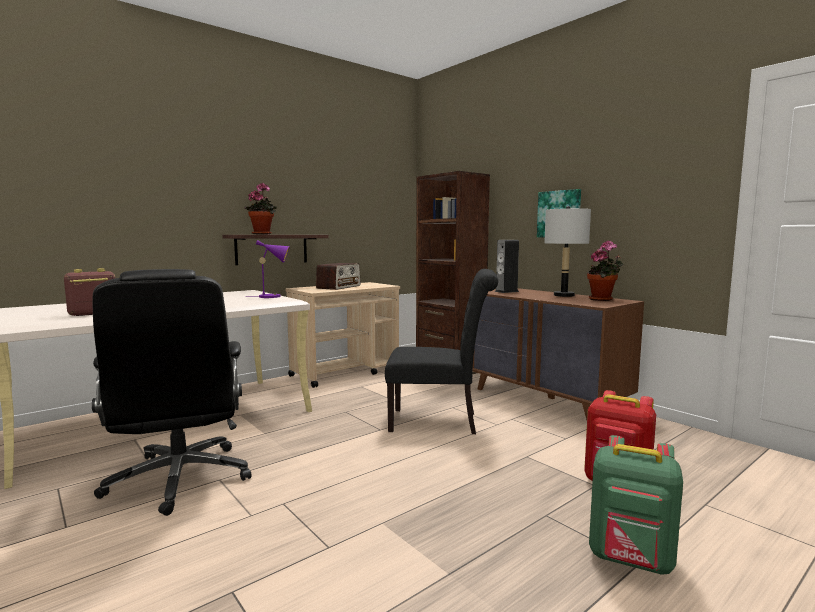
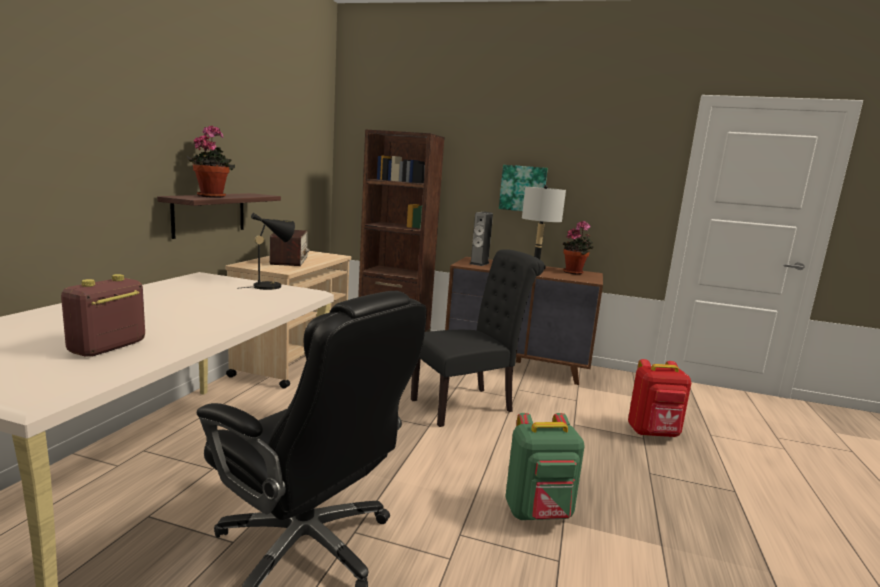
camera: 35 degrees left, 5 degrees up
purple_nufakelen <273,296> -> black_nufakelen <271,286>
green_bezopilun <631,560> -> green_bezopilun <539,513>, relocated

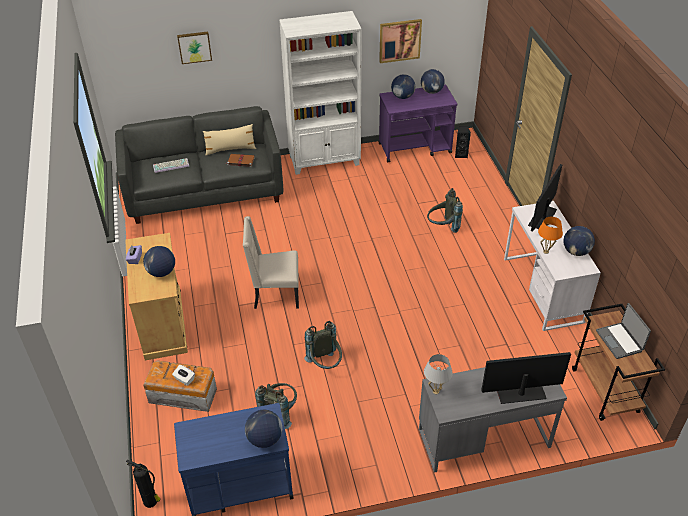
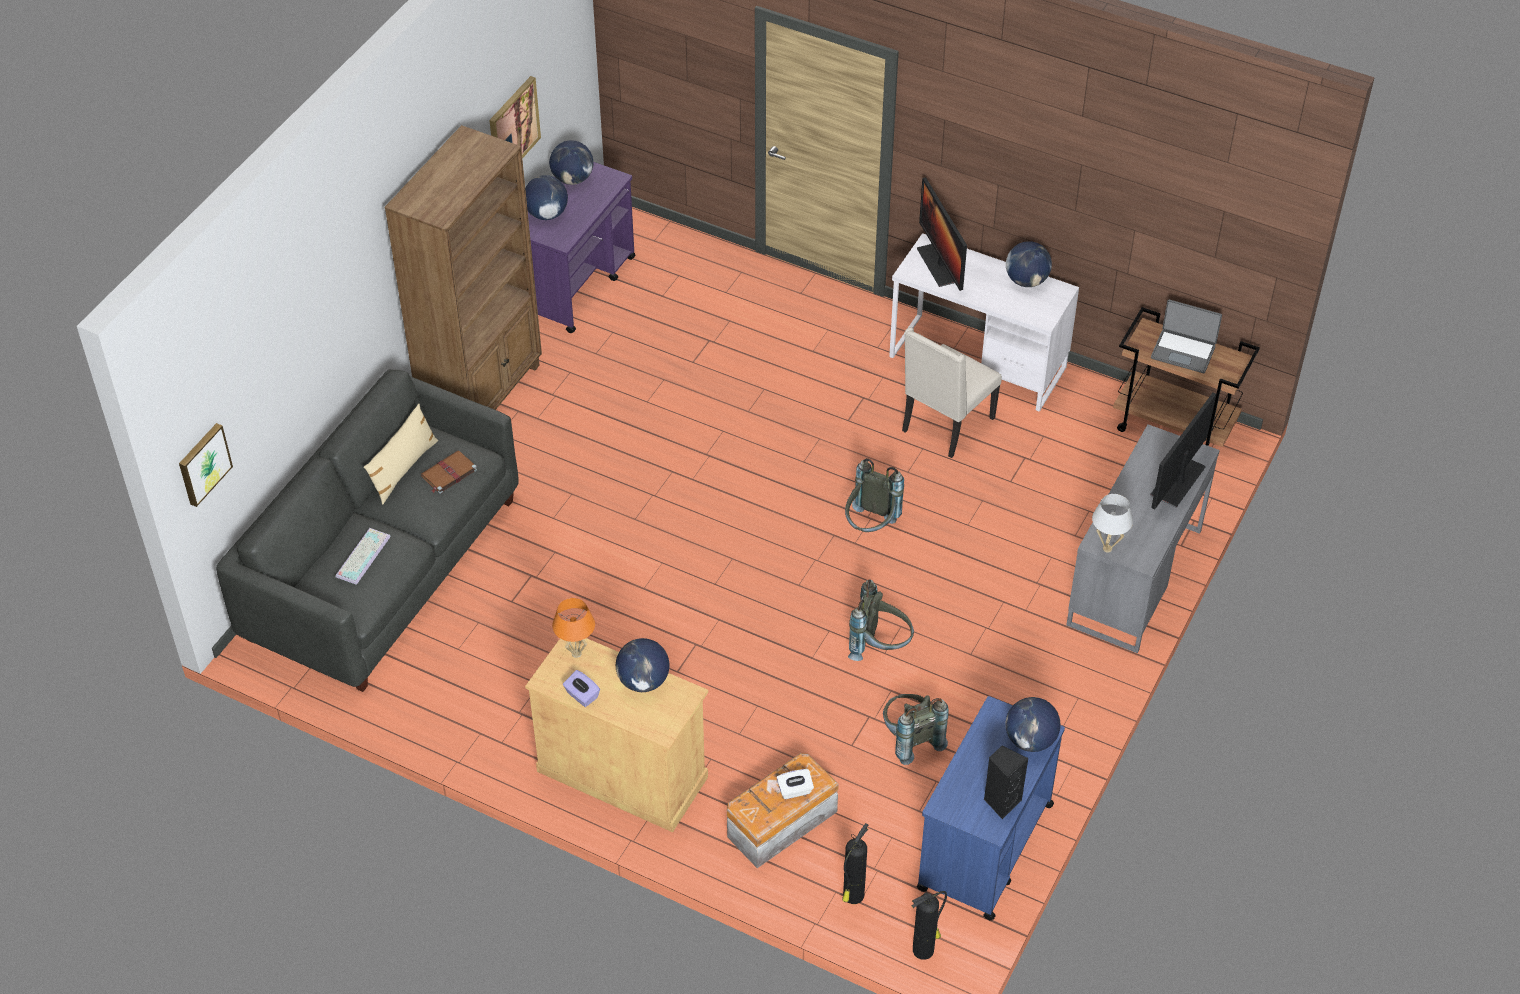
camera: 50 degrees left, 5 degrees up
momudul <194,47> -> momudul <203,463>, relocated
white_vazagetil <325,161> -> brown_vazagetil <483,394>
orange_nufakelen <546,252> -> orange_nufakelen <576,654>, relocated
none -> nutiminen <852,896>
grey_bezopilun <442,227> -> grey_bezopilun <870,527>, relocated
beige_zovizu <275,294> -> beige_zovizu <946,425>, relocated
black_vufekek <461,154> -> black_vufekek <1001,801>, relocated

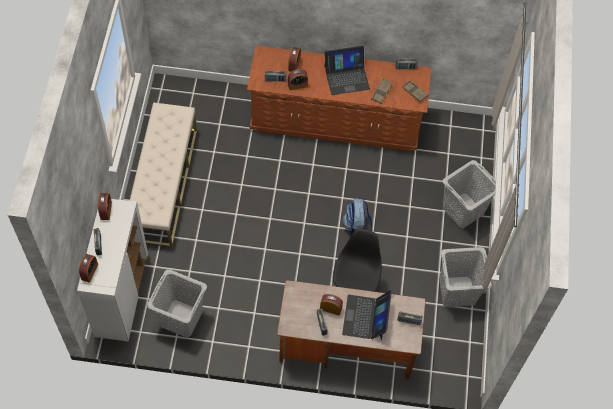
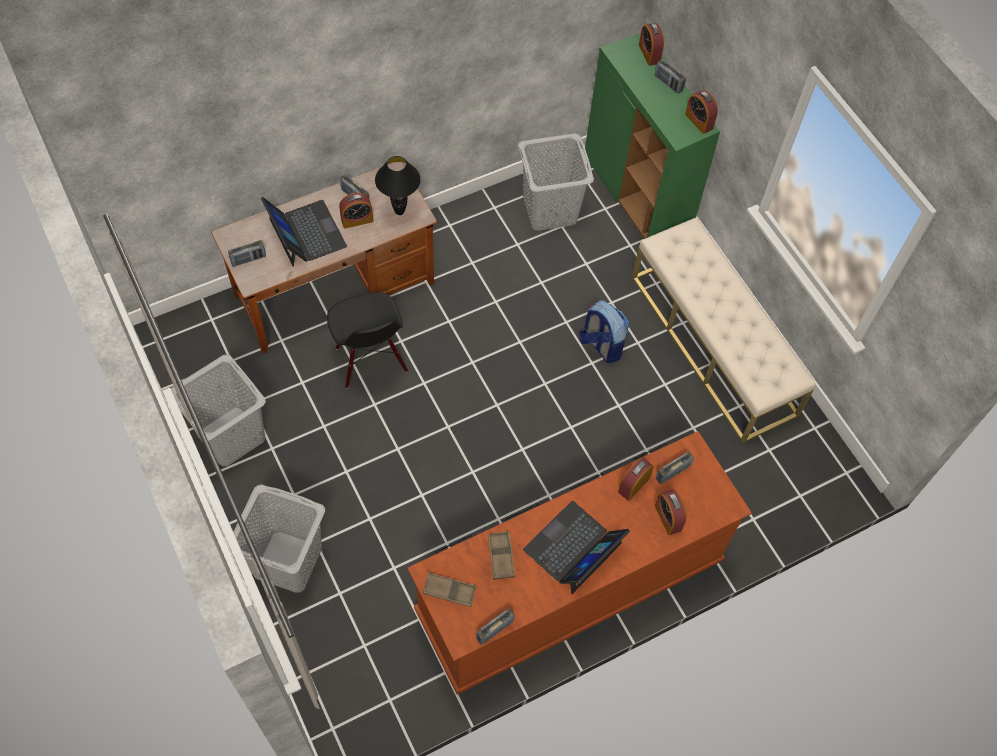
camera: 145 degrees right, 0 degrees up
none -> black_nufakelen <400,211>
bezopilun <356,227> -> bezopilun <601,345>, relocated
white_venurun <121,294> -> green_venurun <637,196>

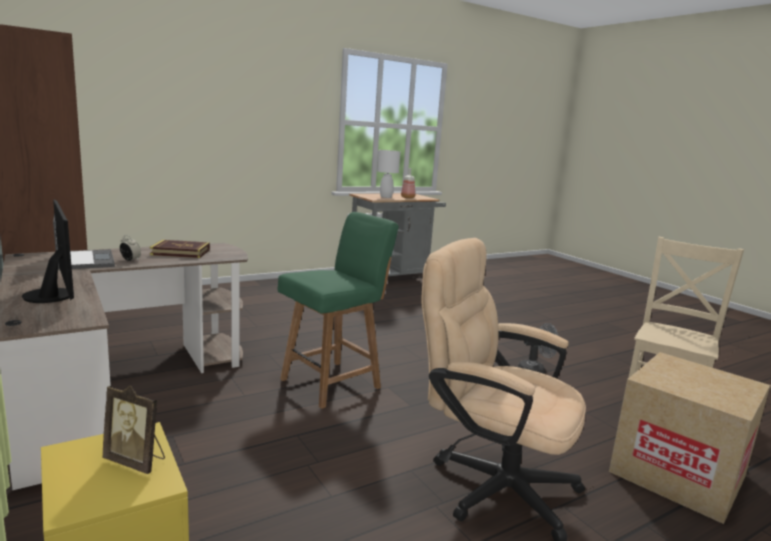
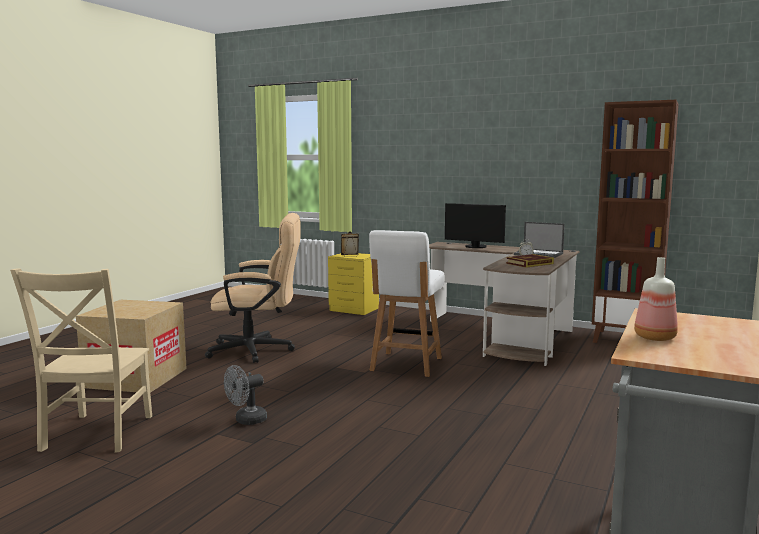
camera: 150 degrees right, 5 degrees down
green_zovizu <332,383> -> white_zovizu <405,365>
white_nufakelen <386,197> -> none

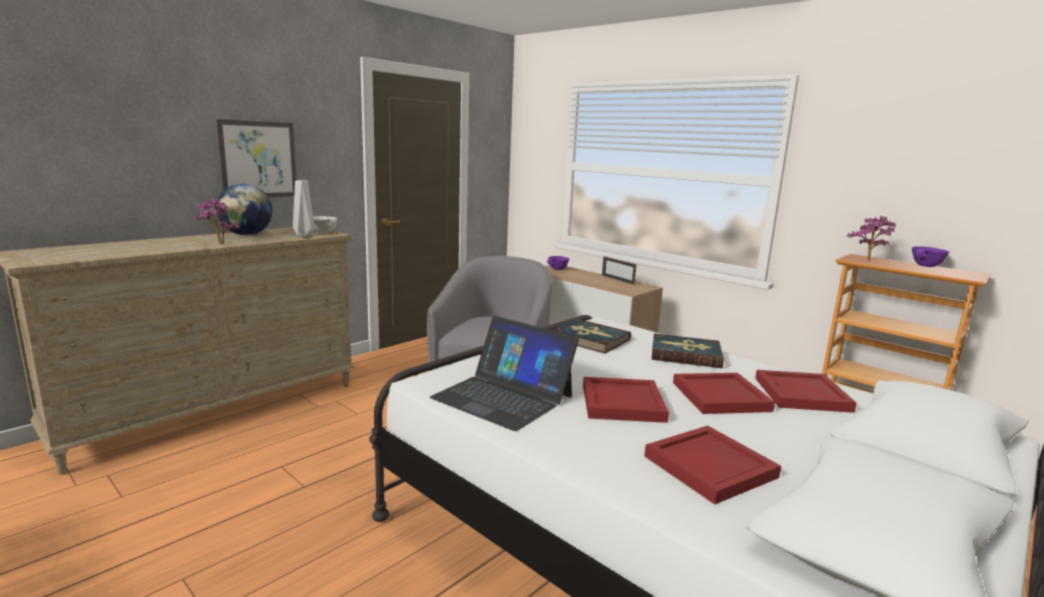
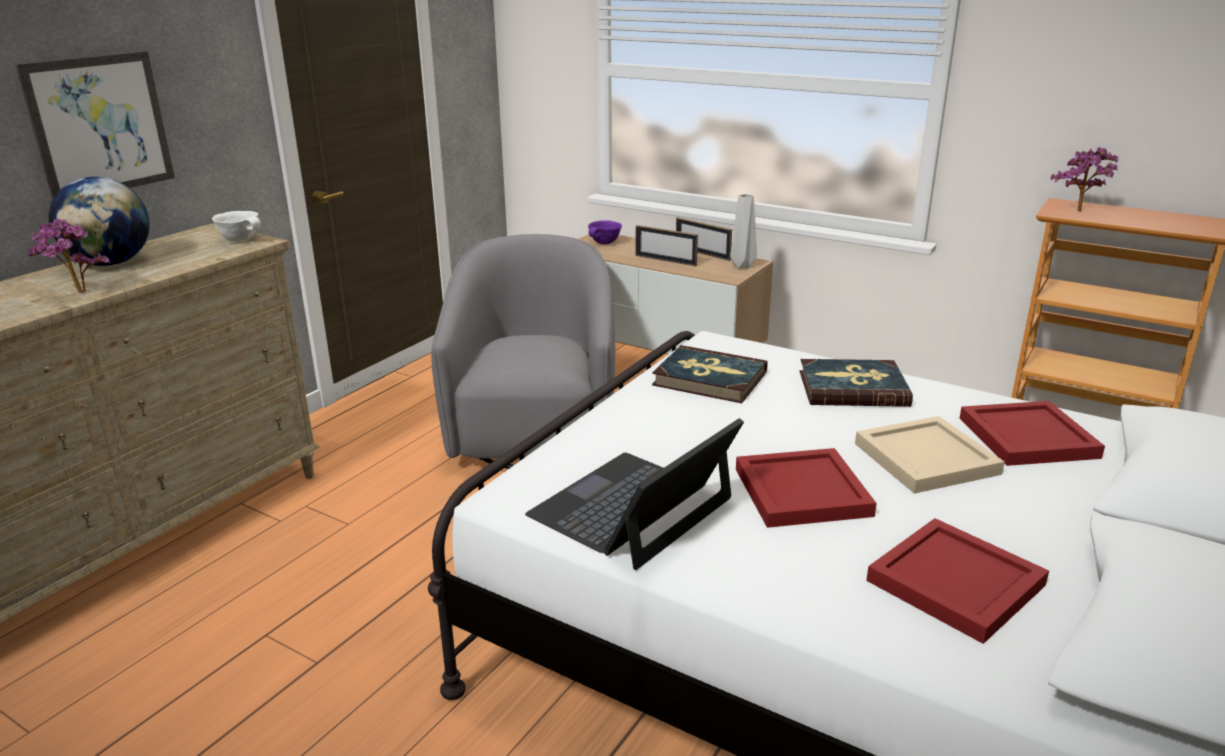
camera: 10 degrees left, 10 degrees up
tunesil <503,396> -> tunesil <633,508>, 105 degrees clockwise
none -> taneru <665,260>
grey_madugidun <303,236> -> grey_madugidun <741,266>, relocated
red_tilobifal <721,396> -> beige_tilobifal <926,457>
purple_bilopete <926,266> -> none

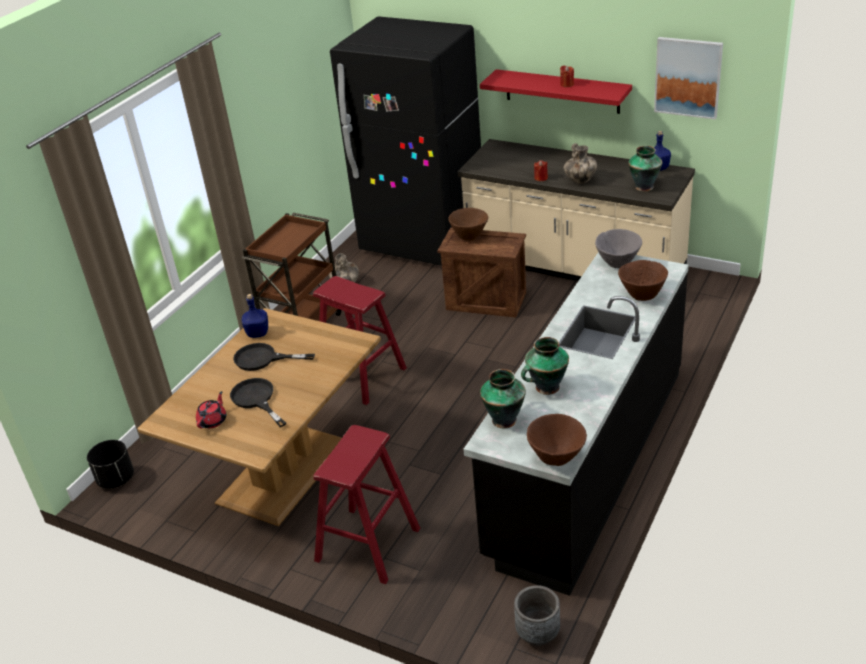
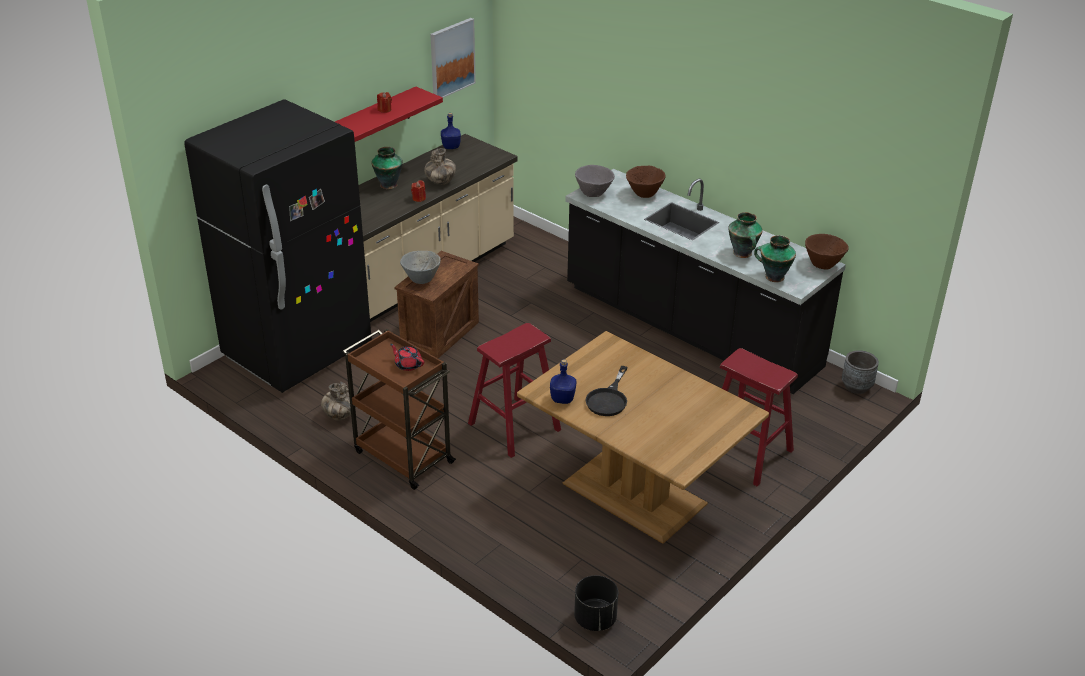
camera: 80 degrees left, 0 degrees up
madugidun <644,186> -> madugidun <388,184>, relocated
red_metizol <213,420> -> red_metizol <408,364>, relocated
brown_bilopete <469,236> -> grey_bilopete <421,279>
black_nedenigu <256,399> -> none

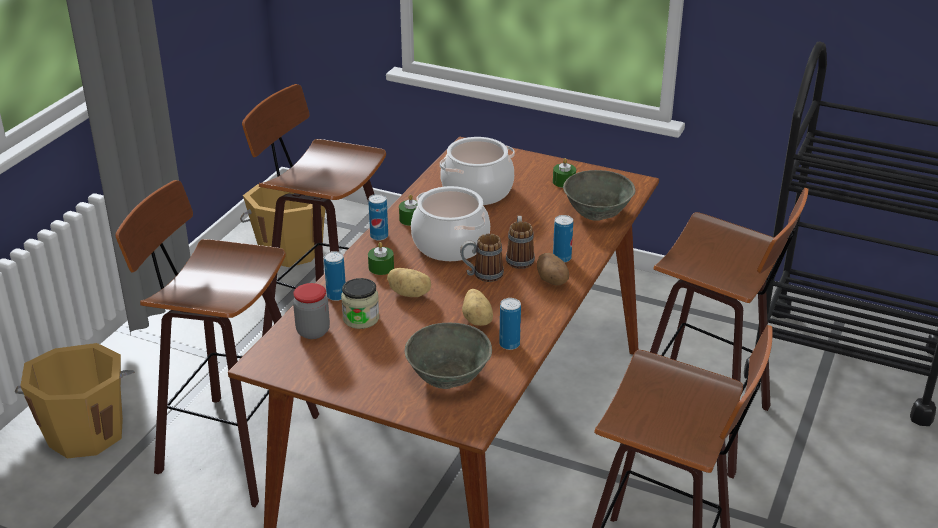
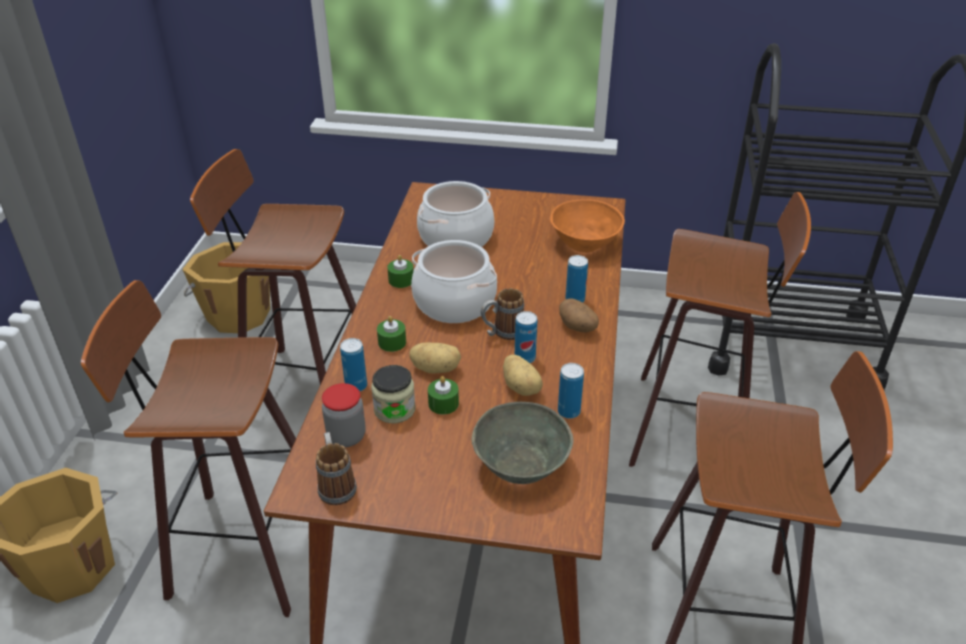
camera: 15 degrees left, 5 degrees up
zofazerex <519,257> -> zofazerex <336,484>, relocated
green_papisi <564,182> -> green_papisi <443,403>, relocated
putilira <379,236> -> putilira <525,358>, relocated
grey_bilopete <596,211> -> orange_bilopete <584,242>

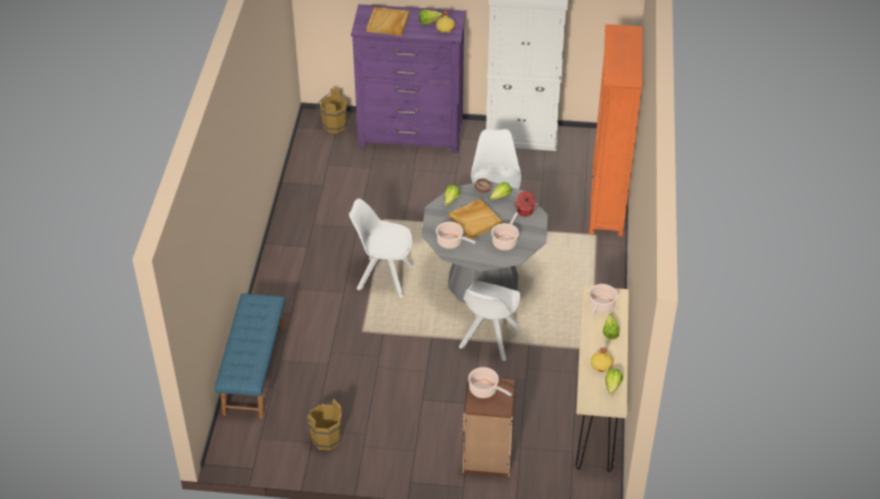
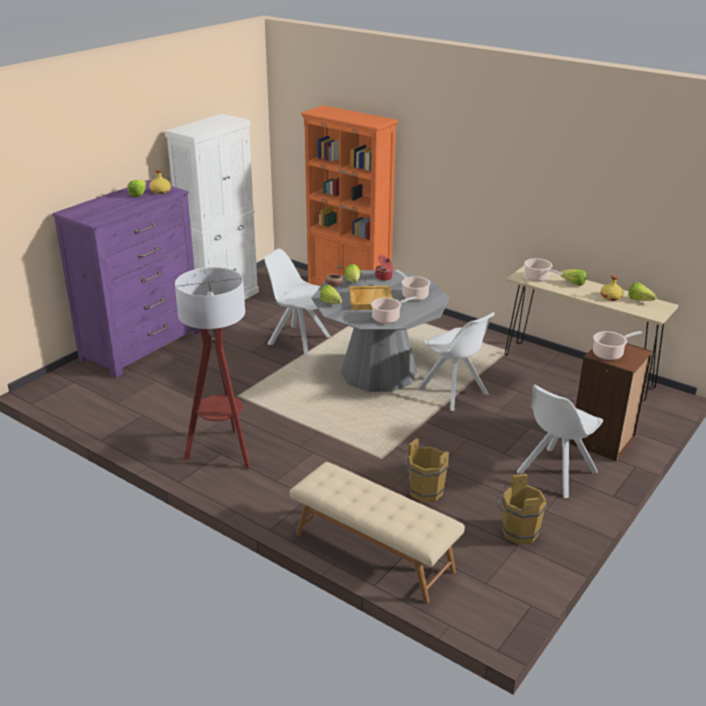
camera: 60 degrees left, 15 degrees down
none -> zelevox <223,452>
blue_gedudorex <254,369> -> beige_gedudorex <373,553>
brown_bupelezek <332,126> -> brown_bupelezek <424,493>, relocated
white_zovizu <383,277> -> white_zovizu <555,473>, relocated
beige_tilobifal <388,23> -> none

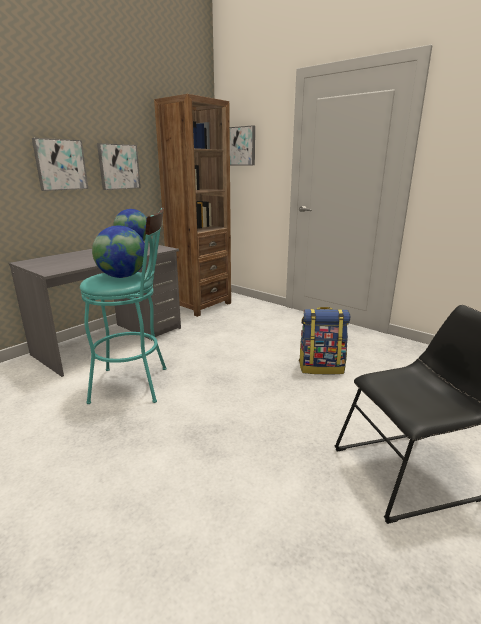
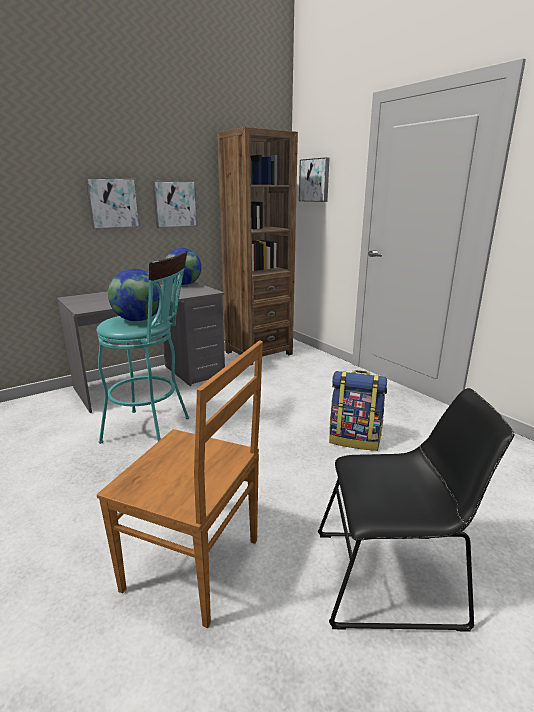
camera: 15 degrees right, 0 degrees up
none -> brown_zovizu <196,566>

